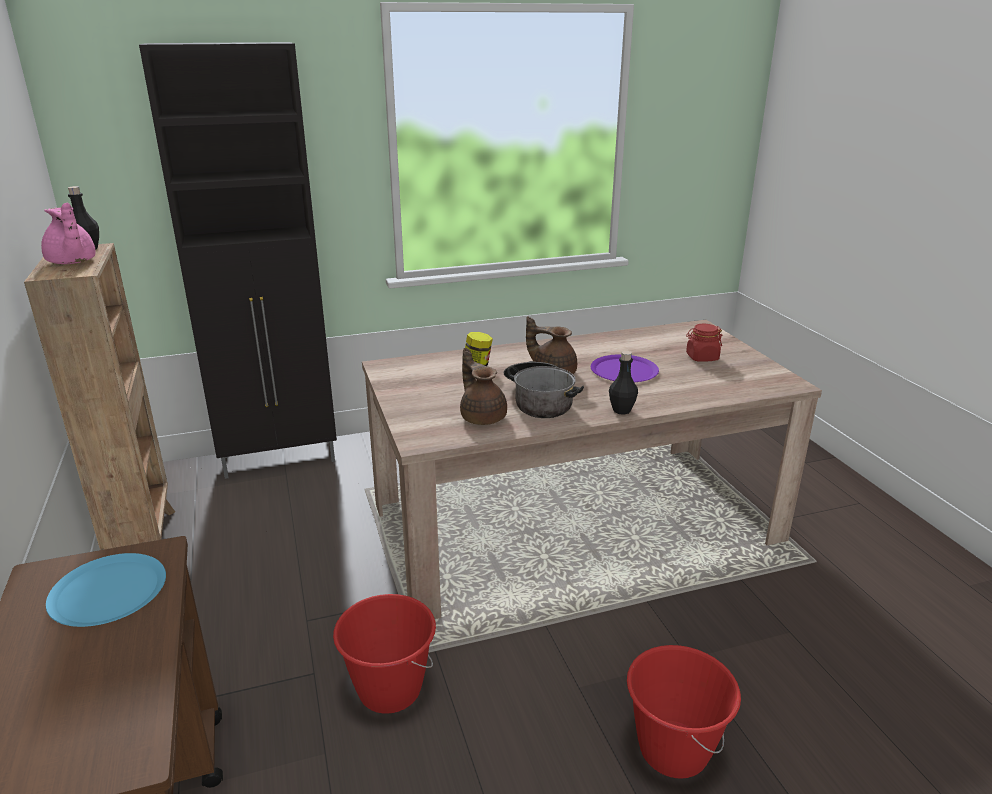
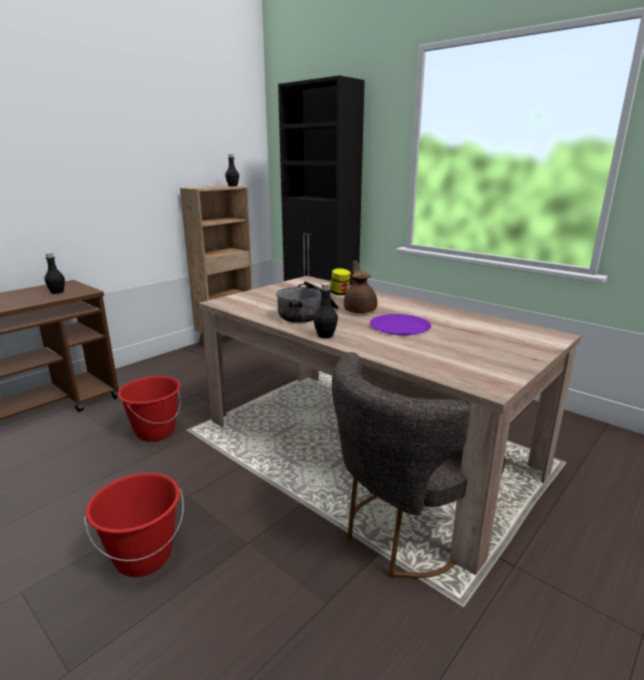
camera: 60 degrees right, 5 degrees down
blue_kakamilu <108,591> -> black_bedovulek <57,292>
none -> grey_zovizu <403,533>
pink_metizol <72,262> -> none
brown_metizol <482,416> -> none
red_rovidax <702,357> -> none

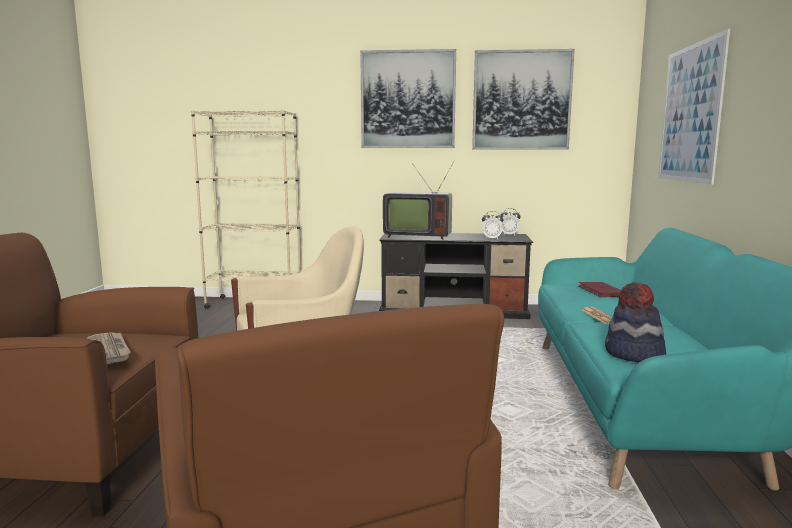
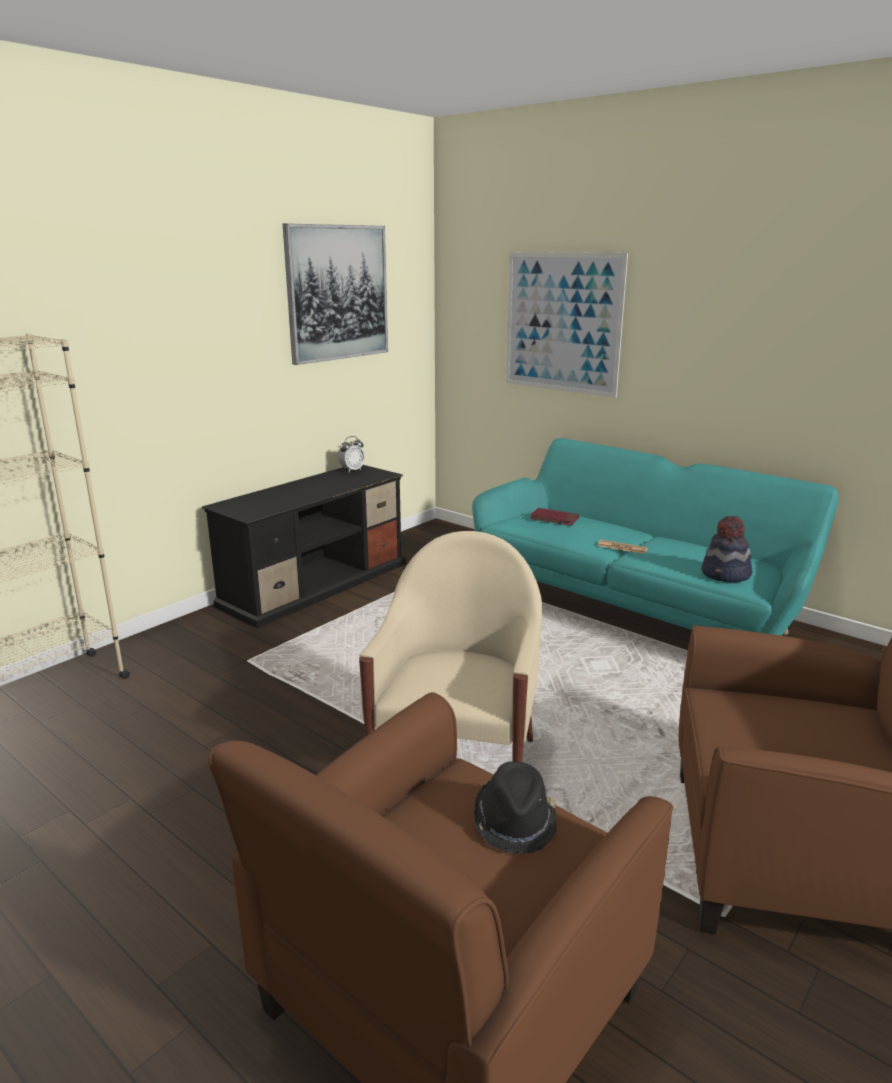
camera: 55 degrees left, 10 degrees up
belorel <110,350> -> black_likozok <515,821>
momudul <408,100> -> none
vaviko <417,236> -> none
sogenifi <491,239> -> none

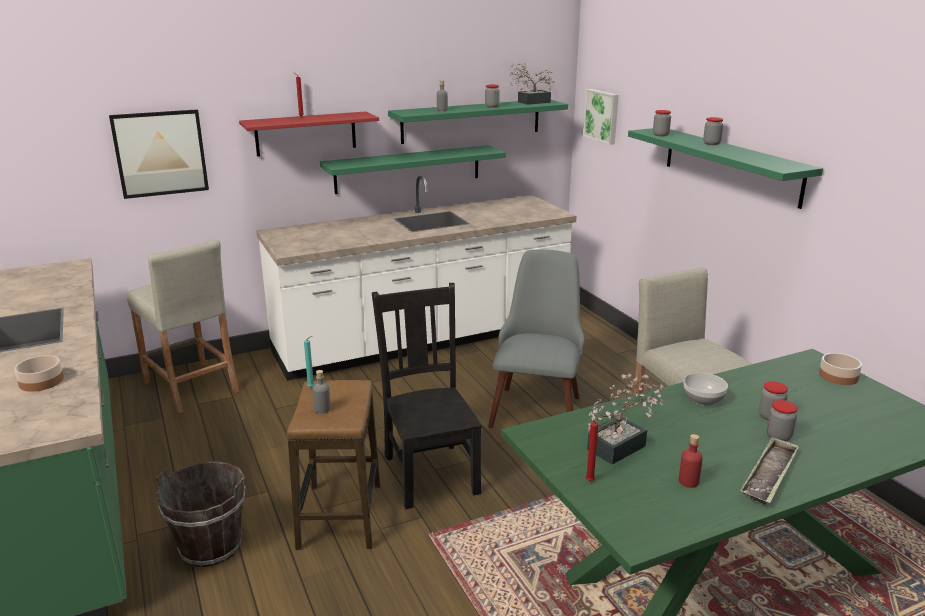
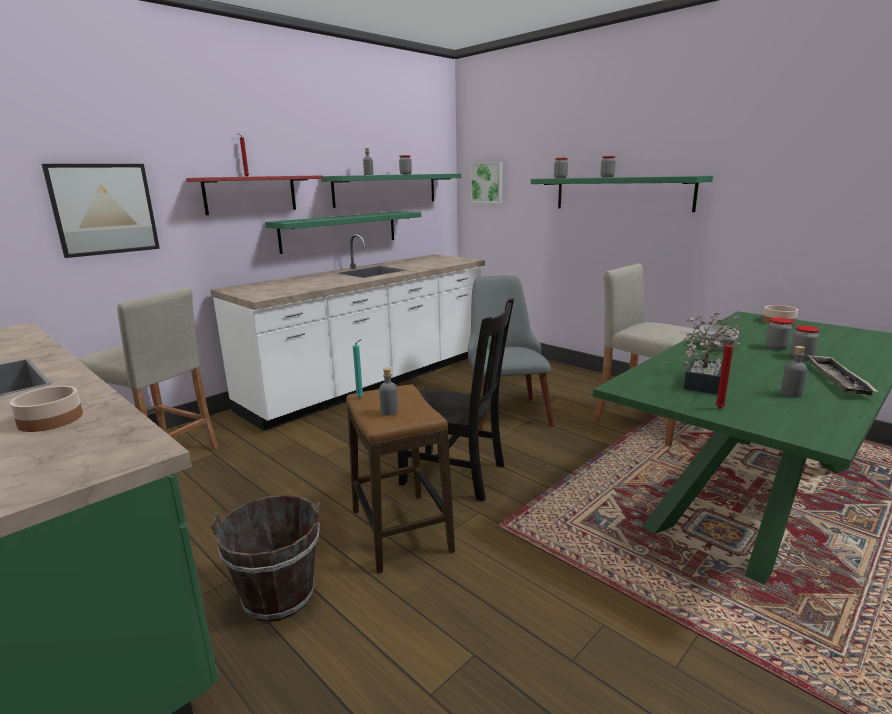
camera: 20 degrees left, 5 degrees down
black_zovizu <430,472> -> black_zovizu <457,475>, 150 degrees clockwise
red_bedovulek <688,481> -> grey_bedovulek <791,394>
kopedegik <530,102> -> none

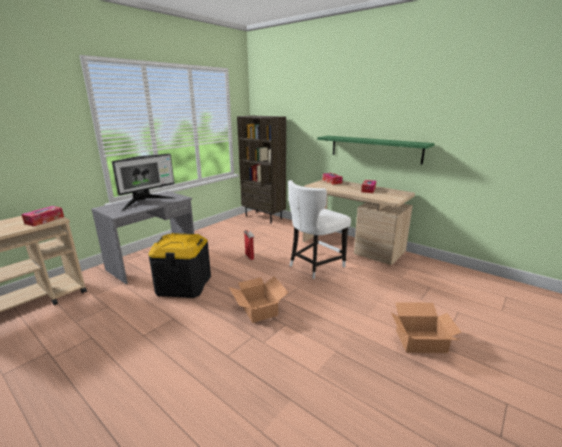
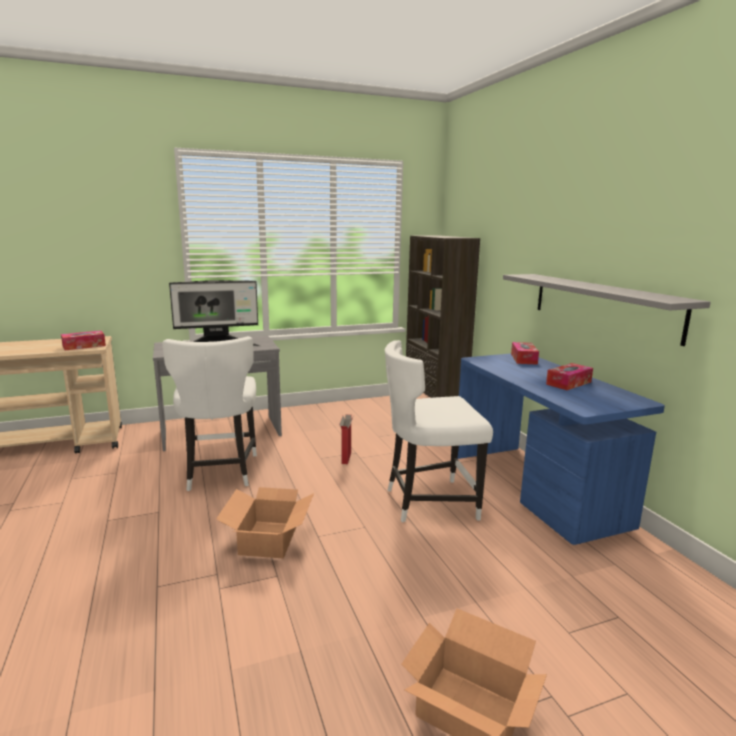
camera: 30 degrees right, 5 degrees down
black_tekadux <184,285> -> white_zovizu <219,473>
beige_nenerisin <352,246> -> blue_nenerisin <536,489>
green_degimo <374,149> -> grey_degimo <602,305>

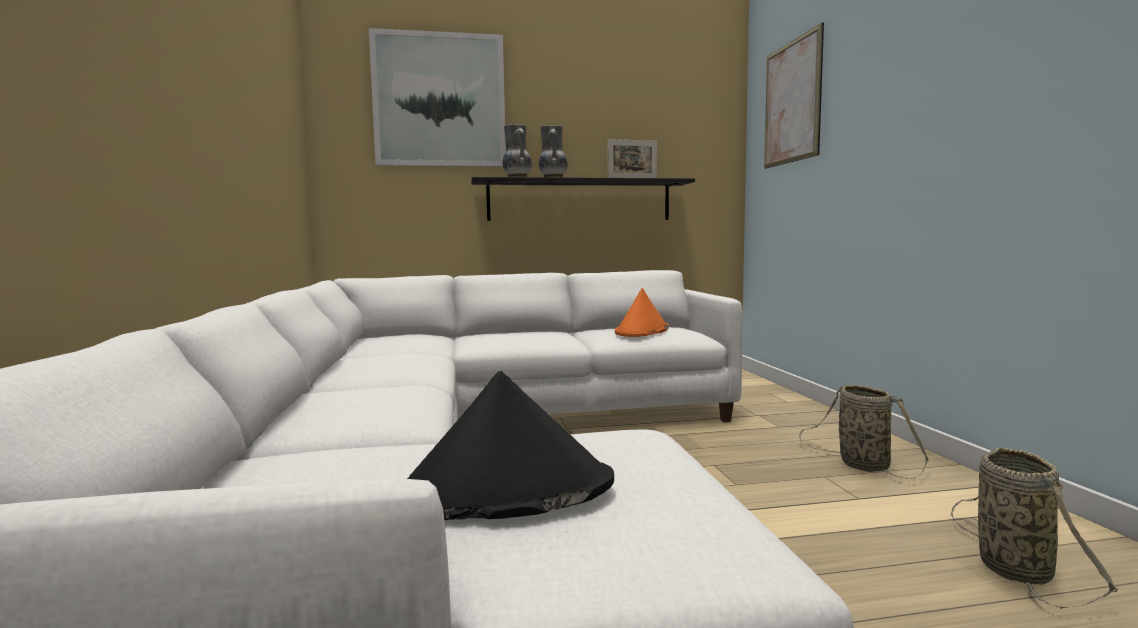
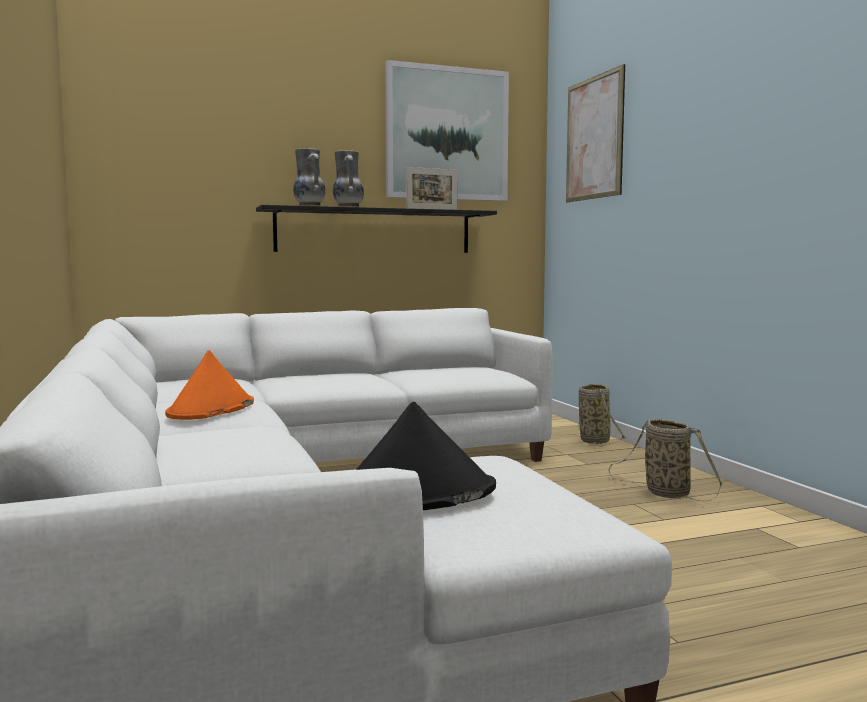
camera: 10 degrees left, 0 degrees up
orange_likozok <642,331> -> orange_likozok <211,409>, relocated
momudul <439,100> -> momudul <447,134>, relocated
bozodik <1010,567> -> bozodik <594,440>, relocated

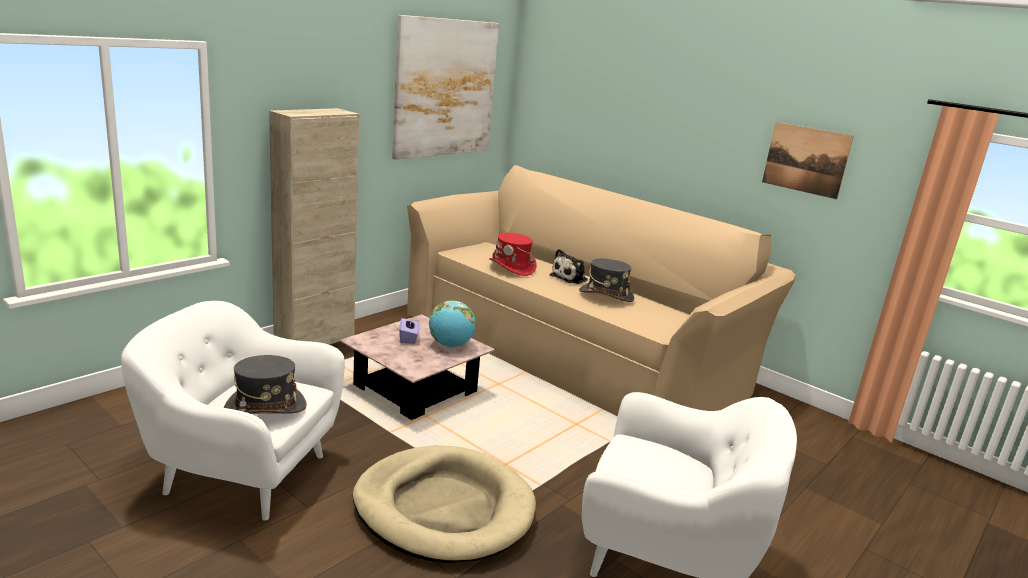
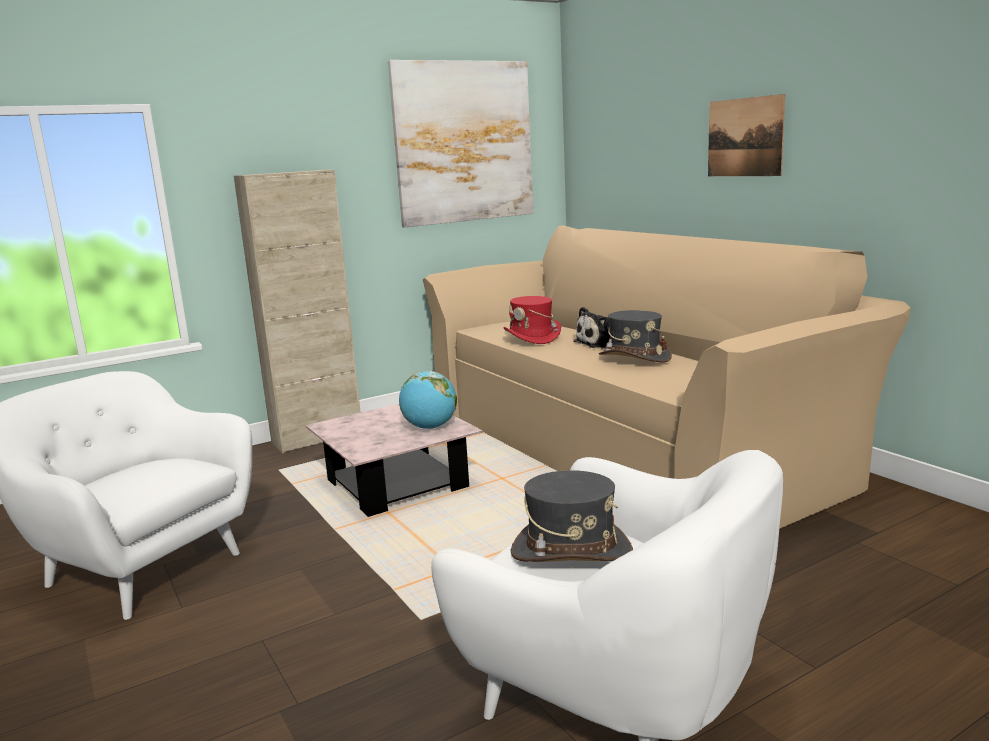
camera: 20 degrees right, 5 degrees down
grey_likozok <265,407> -> grey_likozok <571,551>, relocated
momudul <806,160> -> momudul <745,137>, relocated
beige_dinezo <443,509> -> none
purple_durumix <408,338> -> none

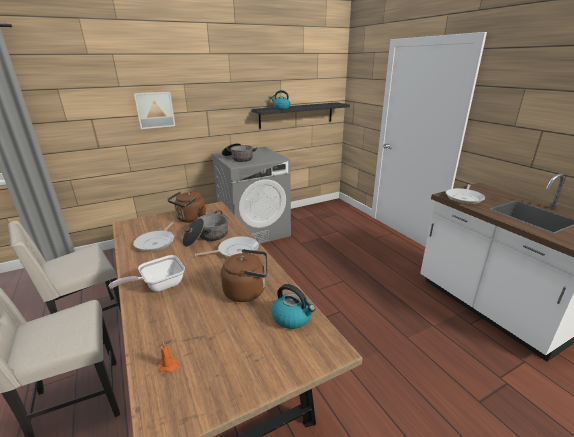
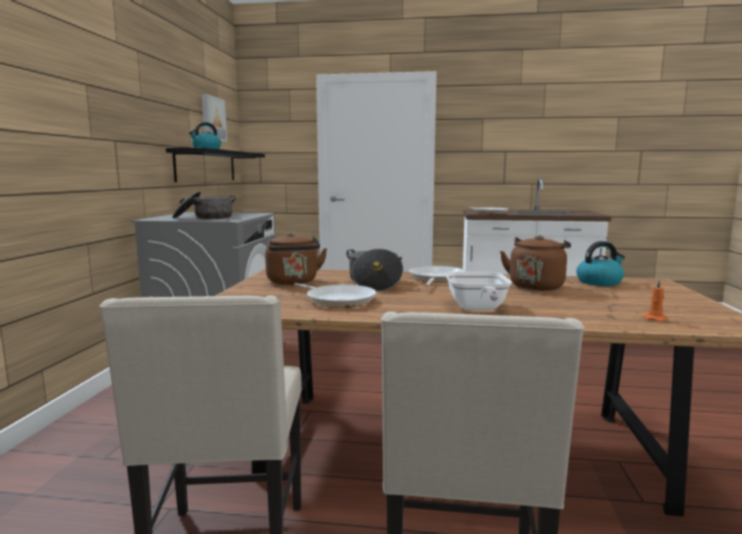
camera: 55 degrees left, 15 degrees down
momudul <154,110> -> momudul <212,118>, relocated

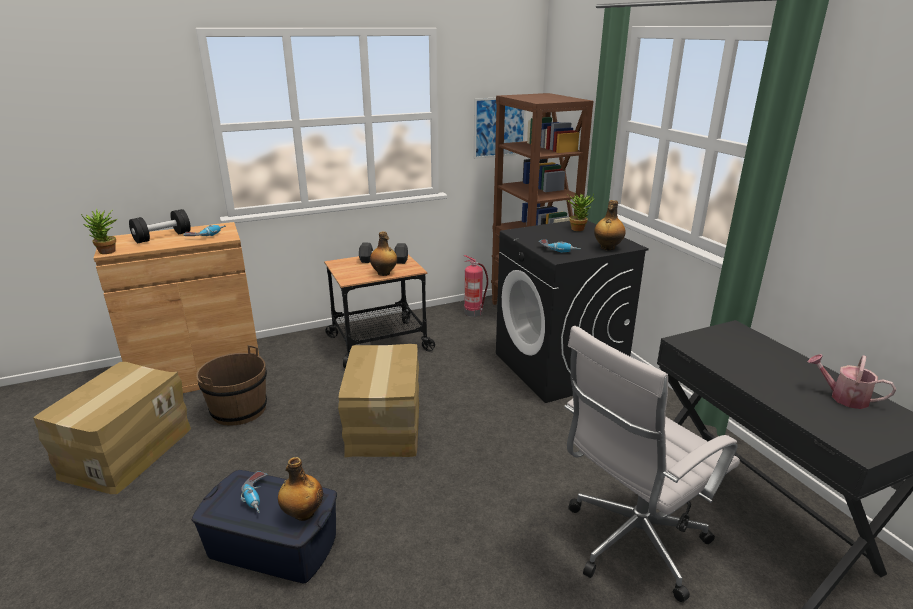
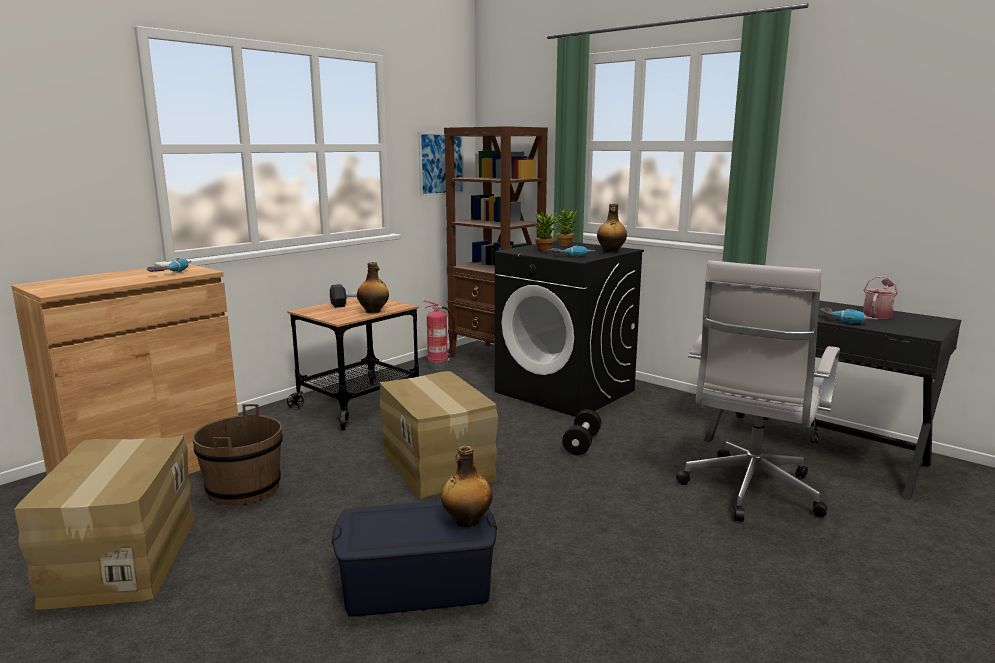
camera: 25 degrees left, 10 degrees down
kopedegik <107,252> -> kopedegik <546,251>, relocated
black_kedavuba <162,237> -> black_kedavuba <581,444>, relocated
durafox <258,497> -> durafox <846,321>, relocated
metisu <843,397> -> metisu <877,314>, 120 degrees clockwise

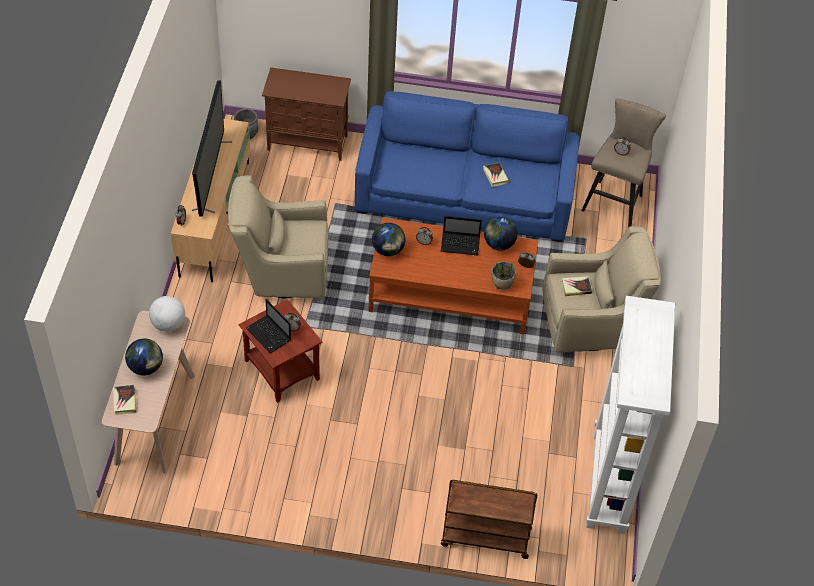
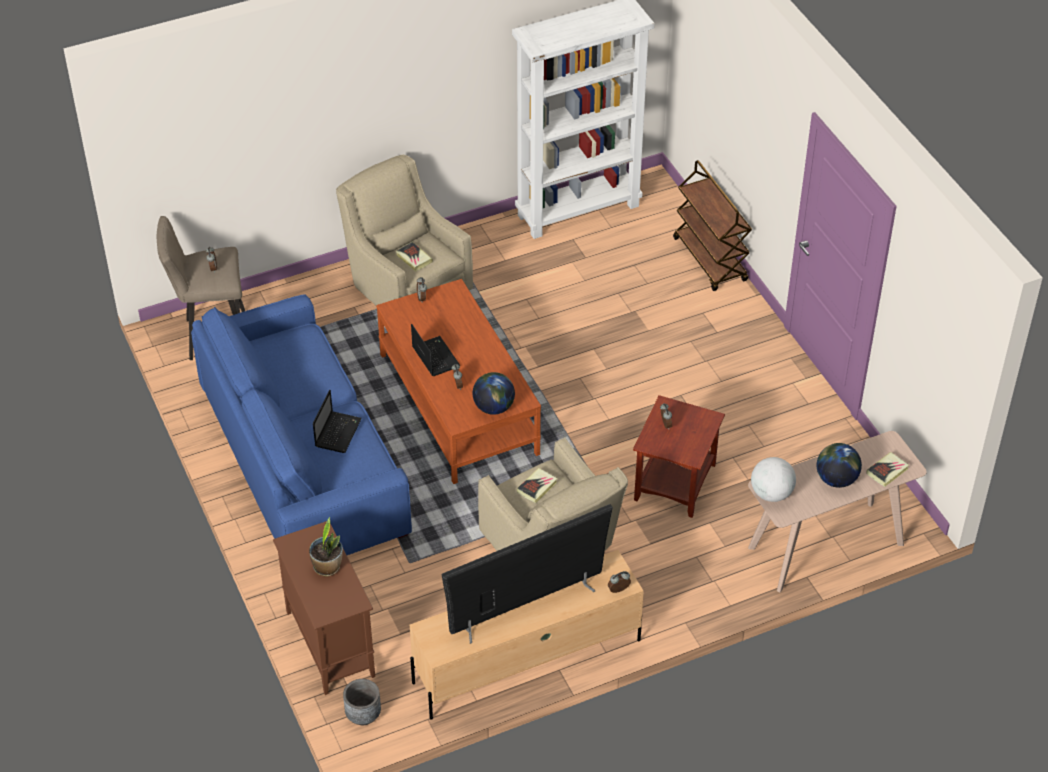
camera: 120 degrees left, 5 degrees down
kopedegik <502,284> -> kopedegik <327,567>, relocated
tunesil <269,335> -> tunesil <338,432>, relocated
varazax <495,176> -> varazax <537,487>, relocated
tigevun <498,244> -> none

